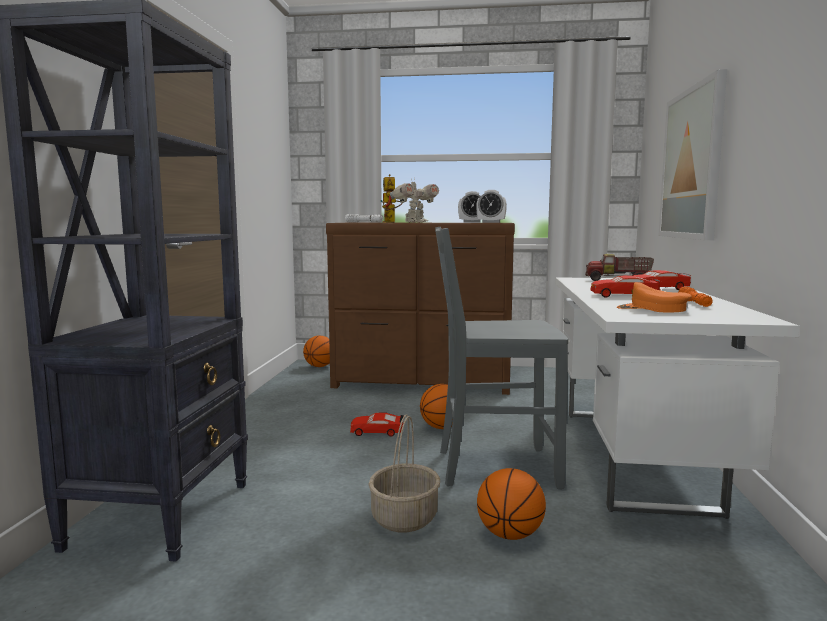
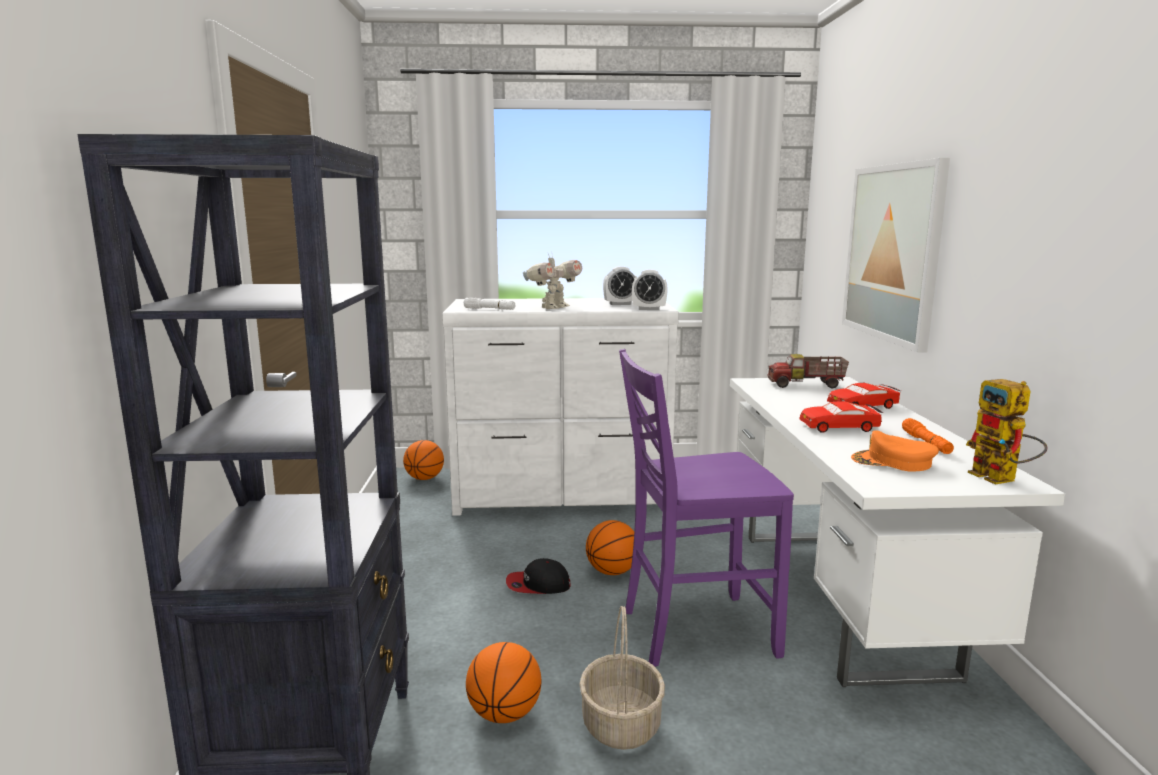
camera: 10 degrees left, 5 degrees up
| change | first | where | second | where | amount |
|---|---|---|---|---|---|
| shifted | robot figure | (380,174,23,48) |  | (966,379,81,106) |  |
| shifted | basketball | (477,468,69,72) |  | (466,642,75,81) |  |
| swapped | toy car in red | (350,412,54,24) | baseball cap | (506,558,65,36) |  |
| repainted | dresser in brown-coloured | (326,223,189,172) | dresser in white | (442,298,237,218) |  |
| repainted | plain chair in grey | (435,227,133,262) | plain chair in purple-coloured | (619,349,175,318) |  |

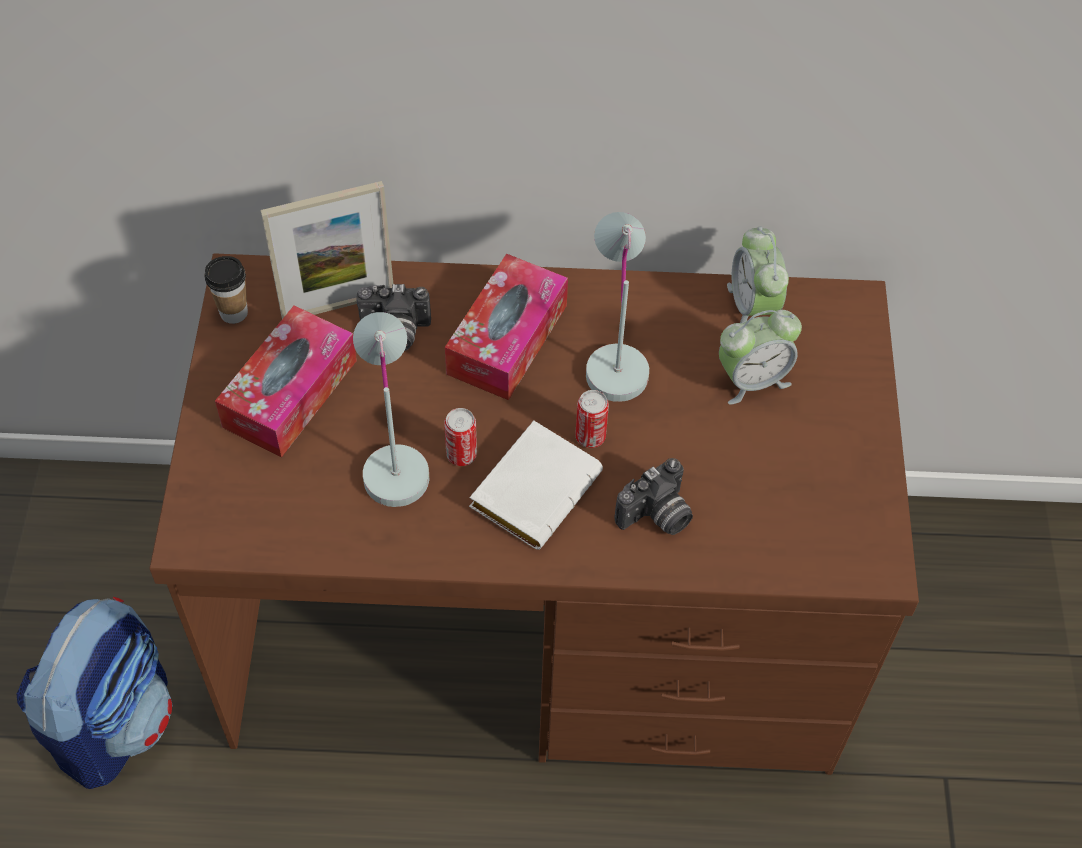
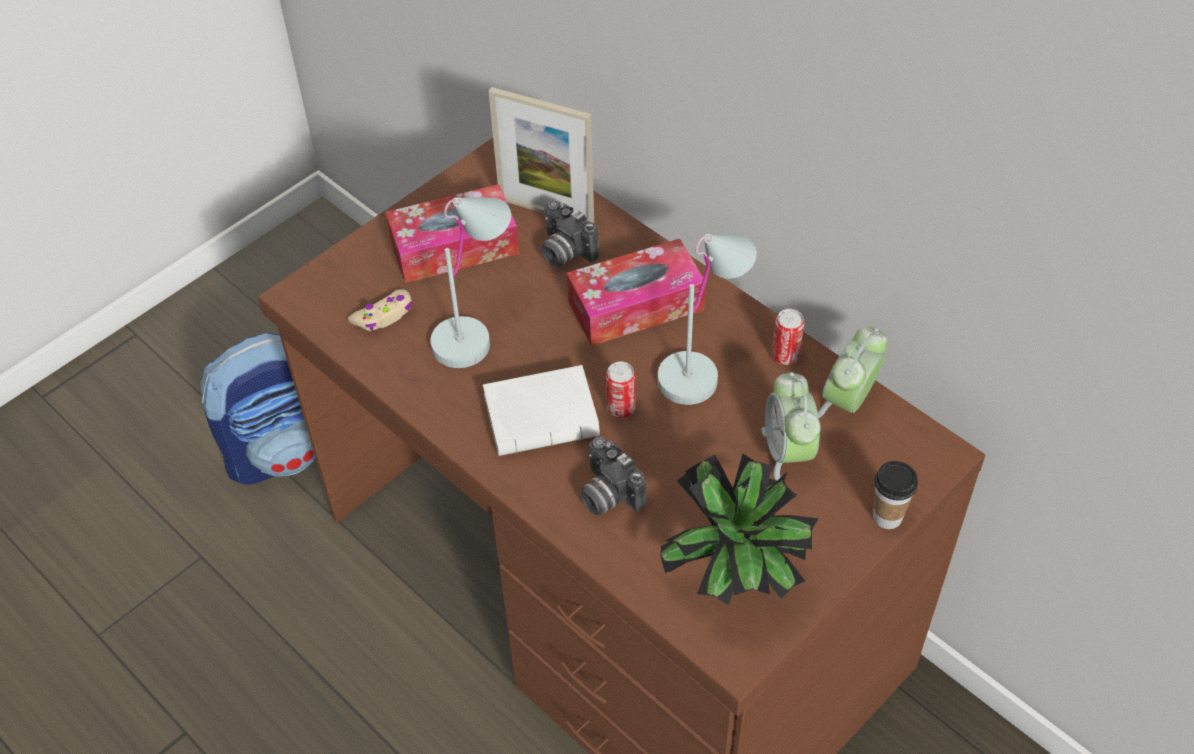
camera: 45 degrees right, 5 degrees down
| change | first | where | second | where | amount |
|---|---|---|---|---|---|
| new |  |  | joypad in beige-coloured | (348,289,64,42) |  |
| new |  |  | plant in a pot | (661,454,158,151) |  |
| shifted | small cup | (204,256,44,68) |  | (873,461,45,68) |  |
| shifted | metal can | (444,408,33,58) |  | (772,309,32,56) |  |
| rotated | still camera | (615,458,78,77) |  | (580,437,66,78) | 45 degrees clockwise |
| rotated | table clock | (719,310,83,95) |  | (762,372,59,109) | 60 degrees clockwise |

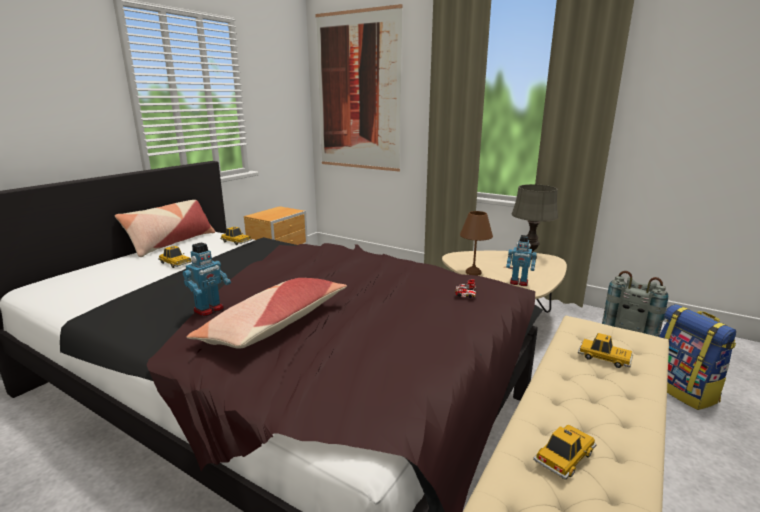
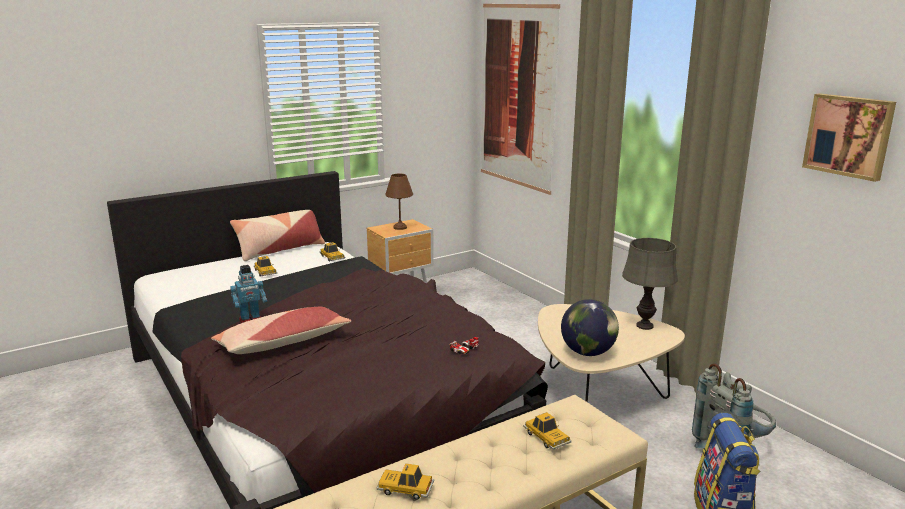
camera: 25 degrees right, 0 degrees up
| change | first | where | second | where | amount |
|---|---|---|---|---|---|
| new |  |  | picture | (802,93,94,89) |  |
| shifted | table lamp in brown-coloured | (460,211,33,65) |  | (385,174,28,56) |  |
| swapped | robot figure | (506,235,31,51) | world globe | (561,299,58,57) |  |
| rotated | toy car | (533,425,64,55) |  | (377,463,57,37) | 150 degrees counterclockwise |

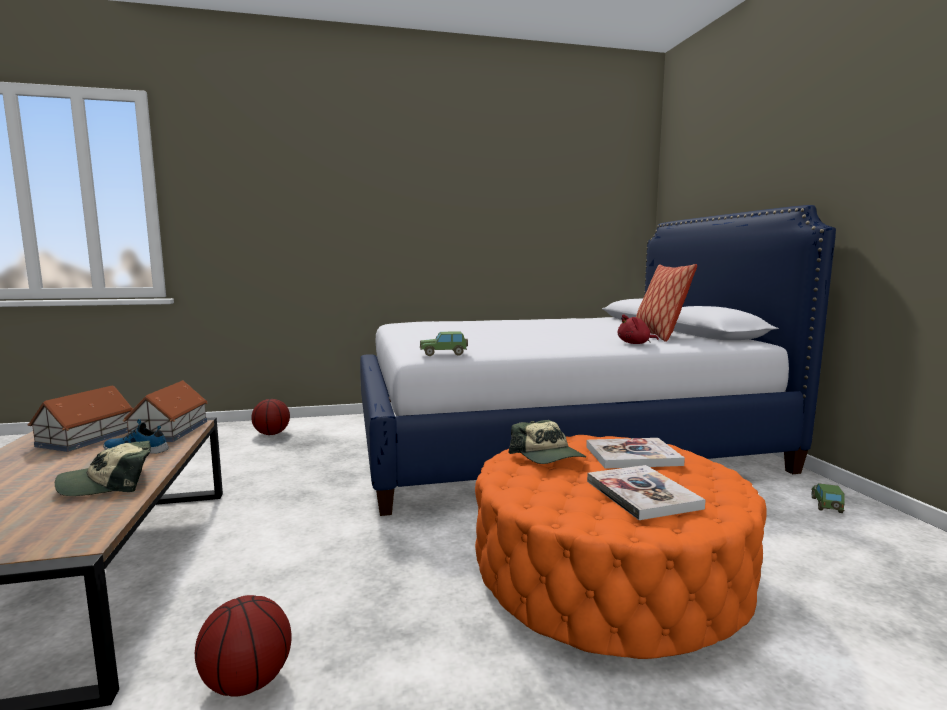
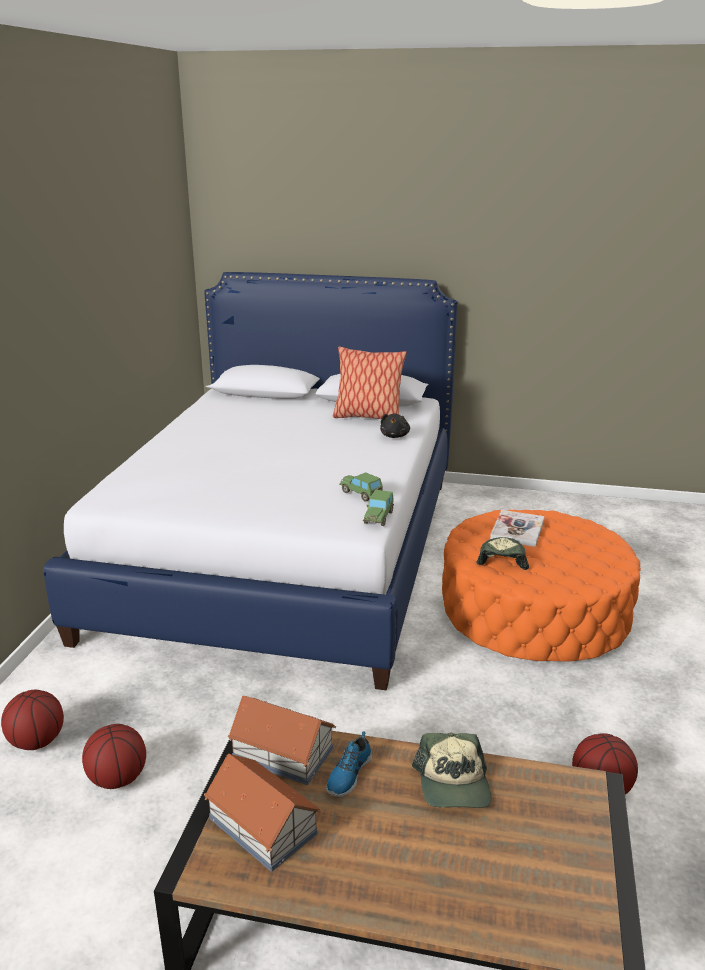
camera: 65 degrees left, 15 degrees up
| change | first | where | second | where | amount |
|---|---|---|---|---|---|
| gone | book | (587,465,119,55) |  |  |  |
| new |  |  | basketball | (82,724,64,65) |  |
| shifted | toy car | (811,483,33,30) |  | (339,472,44,30) |  |
| repainted | soft toy in red | (618,315,41,29) | soft toy in black | (380,414,30,24) |  |
| rotated | baseball cap | (508,420,78,44) |  | (476,537,53,33) | 75 degrees counterclockwise |

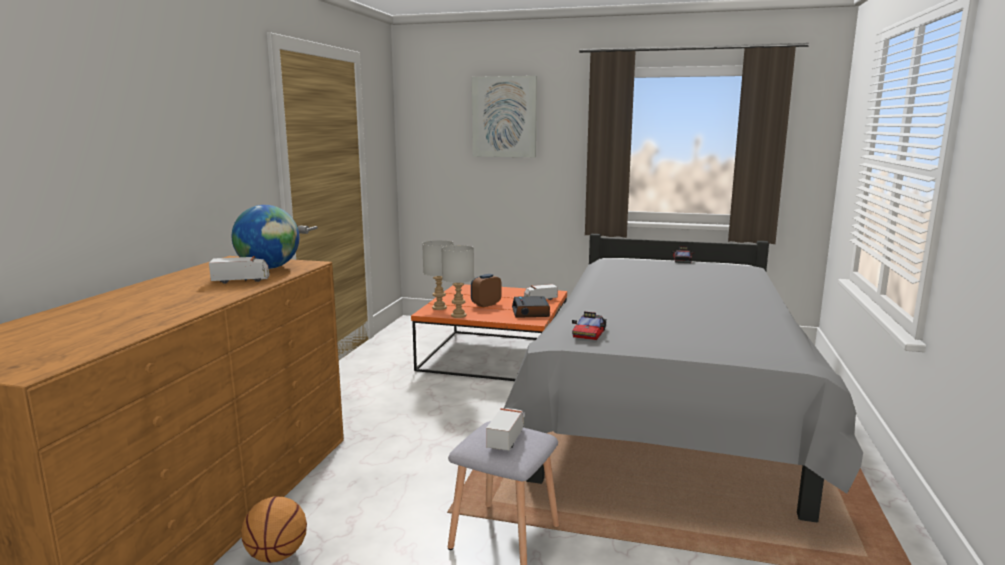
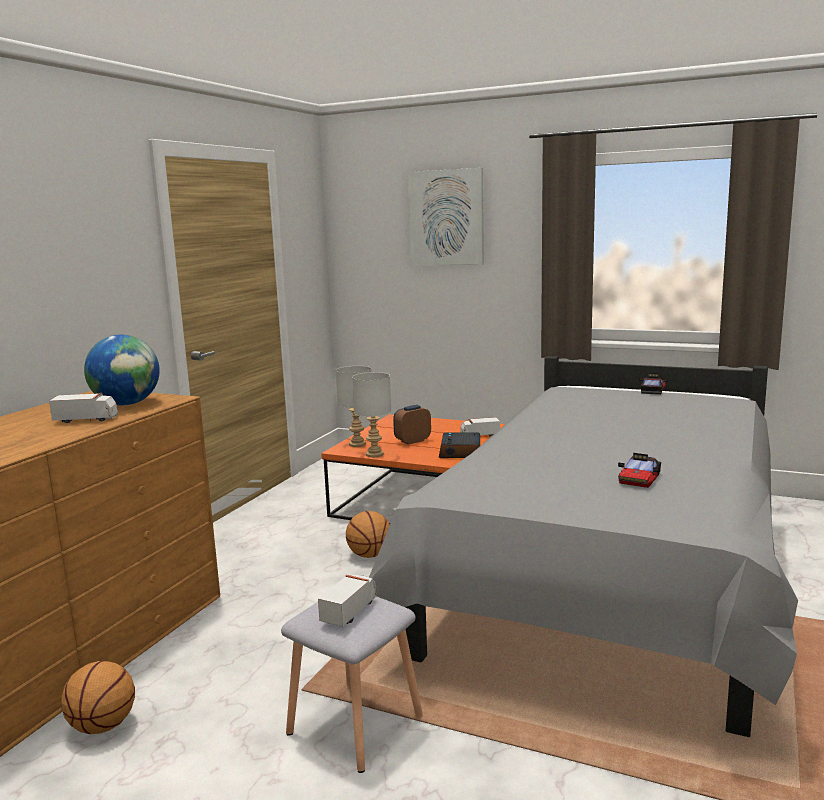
camera: 10 degrees right, 0 degrees up
| change | first | where | second | where | amount |
|---|---|---|---|---|---|
| new |  |  | basketball | (346,511,44,47) |  |
| shifted | toy car | (572,312,34,28) |  | (618,453,43,35) |  |

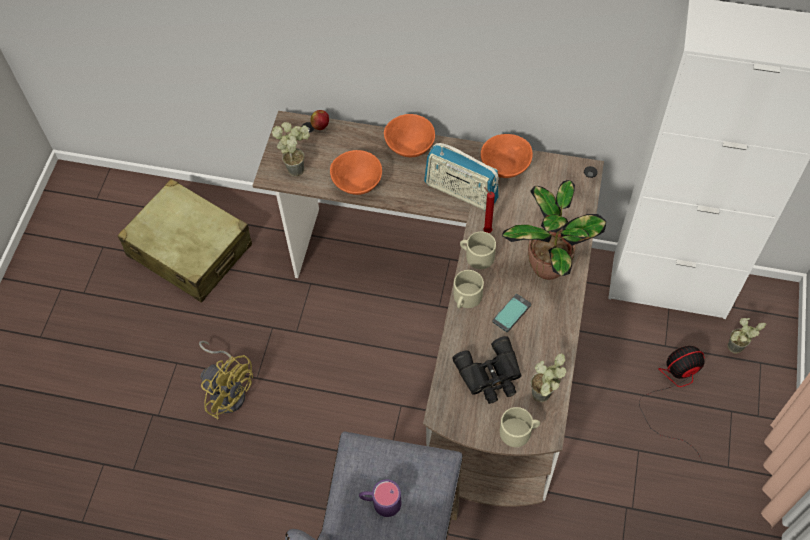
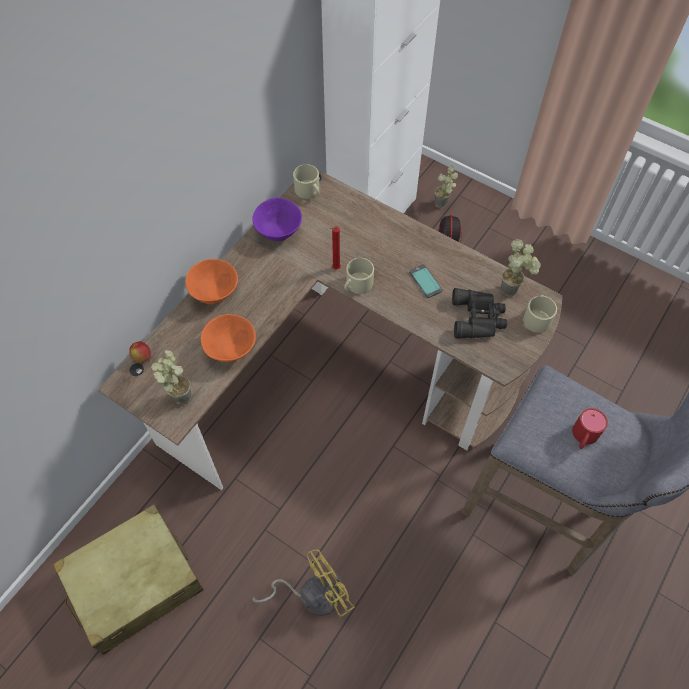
camera: 70 degrees left, 0 degrees up
| change | first | where | second | where | amount |
|---|---|---|---|---|---|
| gone | radio | (424,143,75,68) |  |  |  |
| gone | plant in a pot | (502,180,104,100) |  |  |  |
| shifted | coffee mug in beige-coloured | (453,270,31,38) |  | (293,164,27,35) |  |
| repainted | coffee mug in purple-coloured | (359,479,42,38) | coffee mug in red | (572,408,36,41) |  |
| repainted | deep dish in orangey | (481,134,52,44) | deep dish in purple-coloured | (252,198,50,43) |  |

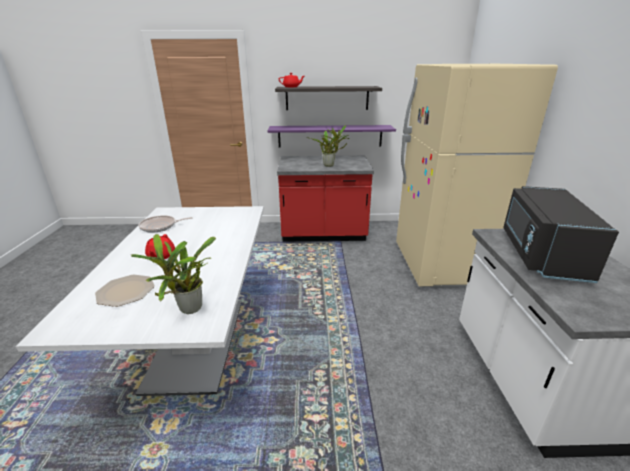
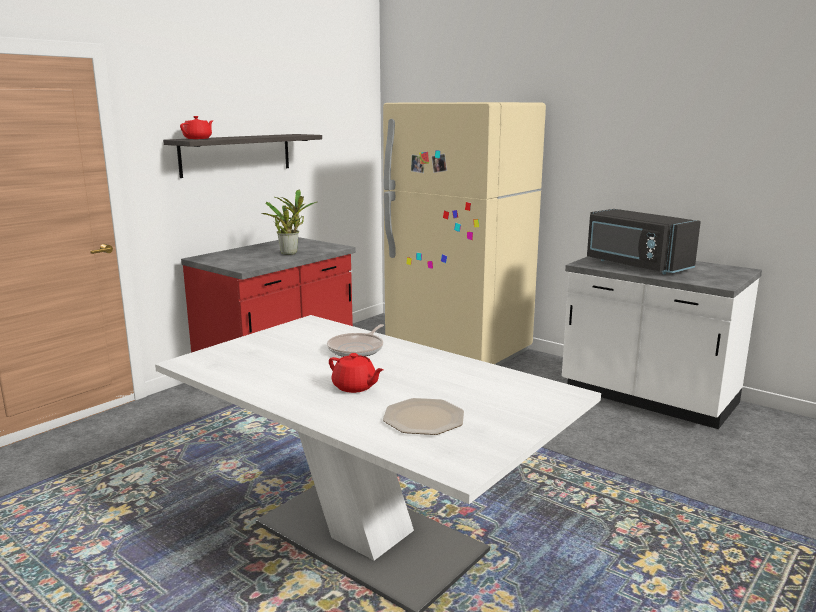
camera: 50 degrees left, 10 degrees down
| change | first | where | second | where | amount |
|---|---|---|---|---|---|
| gone | plant in a pot | (131,234,85,80) |  |  |  |
| gone | shelf in purple-coloured | (267,125,129,23) |  |  |  |
| shifted | skillet | (138,215,55,18) |  | (327,324,57,33) |  |

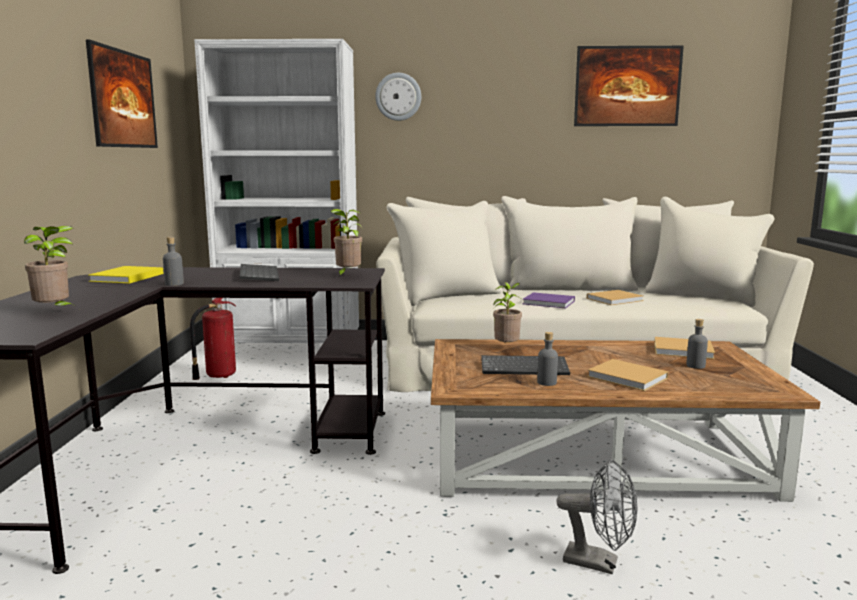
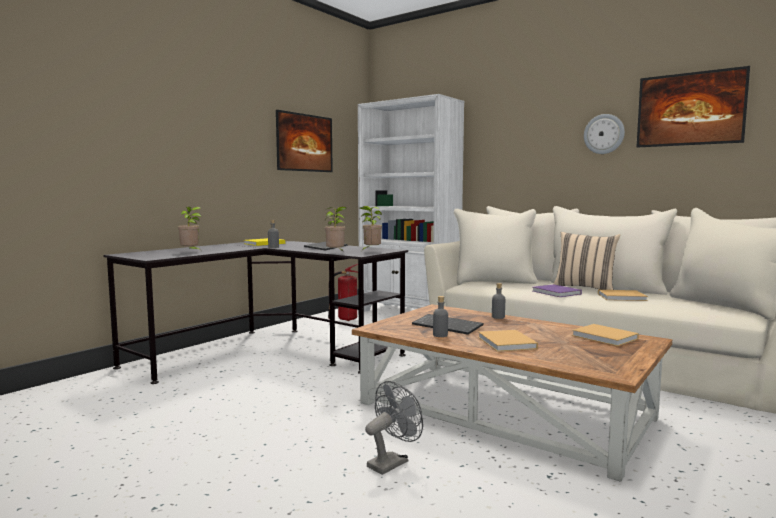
camera: 35 degrees right, 5 degrees down
| change | first | where | second | where | amount |
|---|---|---|---|---|---|
| new |  |  | throw pillow in beige-coloured | (553,232,68,58) |  |
| shifted | wall clock | (375,73,46,48) |  | (584,114,41,40) |  |
| shifted | plant in a pot | (493,282,30,61) |  | (325,207,22,45) |  |
| shifted | drink bottle in grey | (686,319,22,50) |  | (492,283,13,36) |  |
| rotated | electric fan in grey | (556,459,81,116) |  | (365,381,58,94) | 105 degrees counterclockwise |

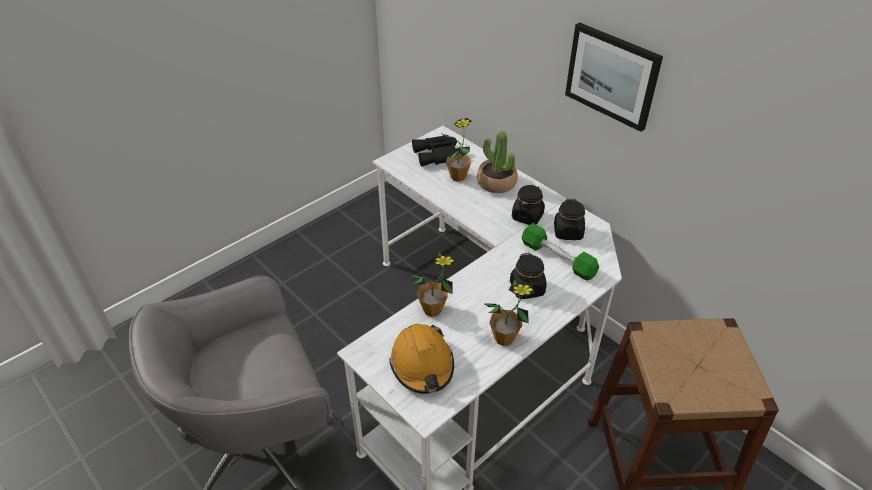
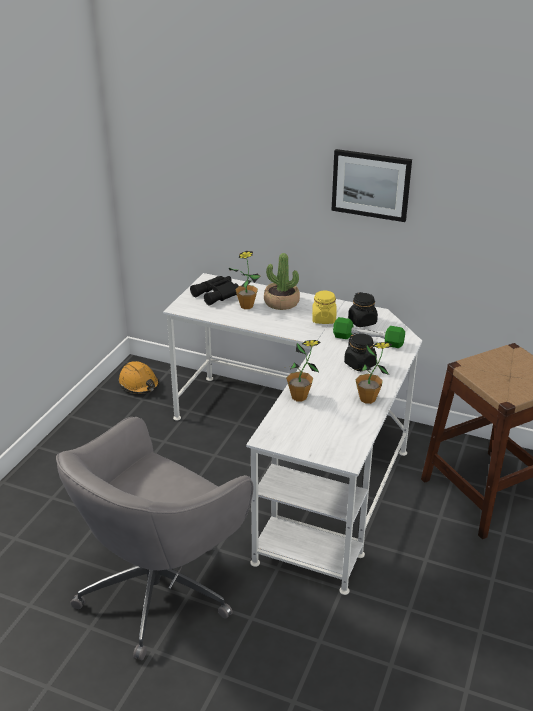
camera: 25 degrees left, 10 degrees down
| change | first | where | second | where | amount |
|---|---|---|---|---|---|
| shifted | work helmet in orangey | (389,324,65,70) |  | (119,361,40,33) |  |
| repainted | preserve jar in black | (512,185,33,40) | preserve jar in yellow | (312,291,25,33) |  |

